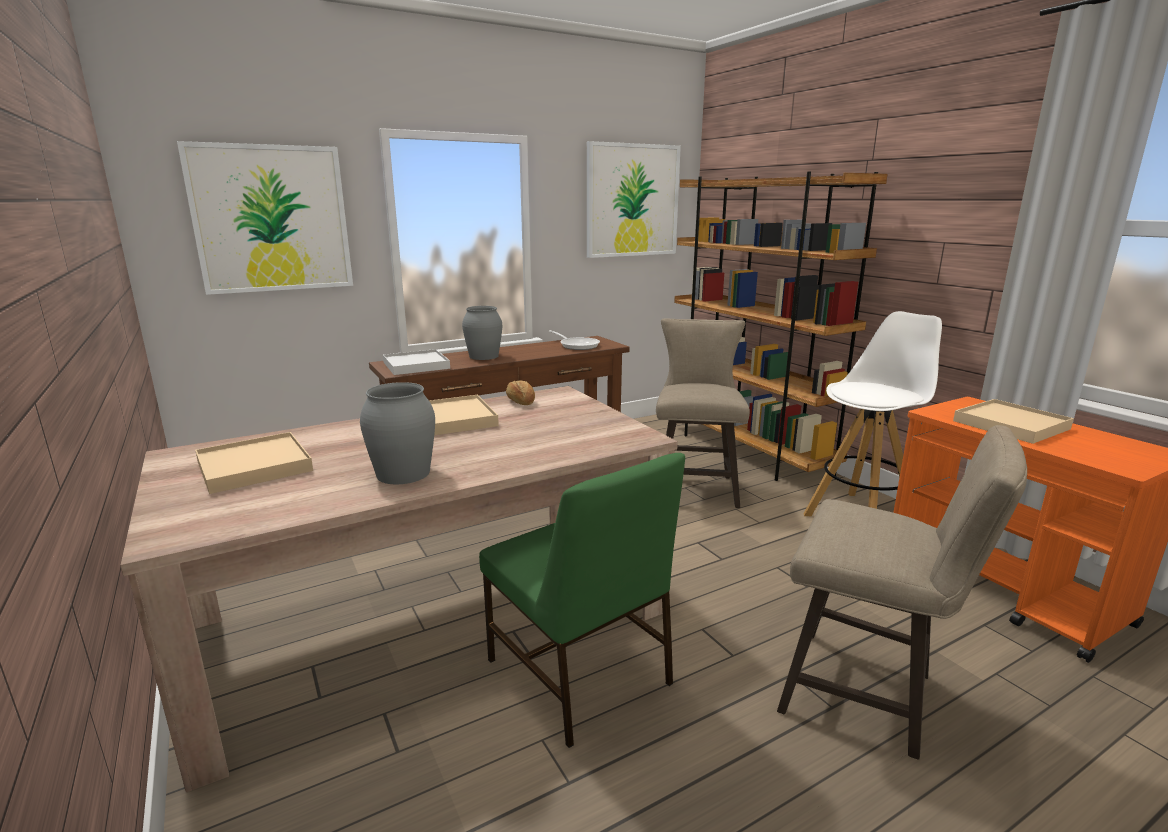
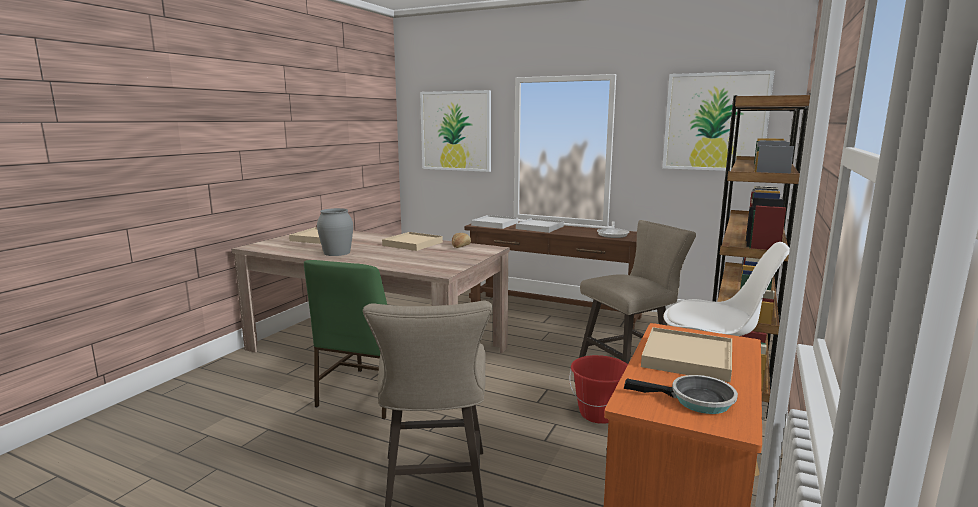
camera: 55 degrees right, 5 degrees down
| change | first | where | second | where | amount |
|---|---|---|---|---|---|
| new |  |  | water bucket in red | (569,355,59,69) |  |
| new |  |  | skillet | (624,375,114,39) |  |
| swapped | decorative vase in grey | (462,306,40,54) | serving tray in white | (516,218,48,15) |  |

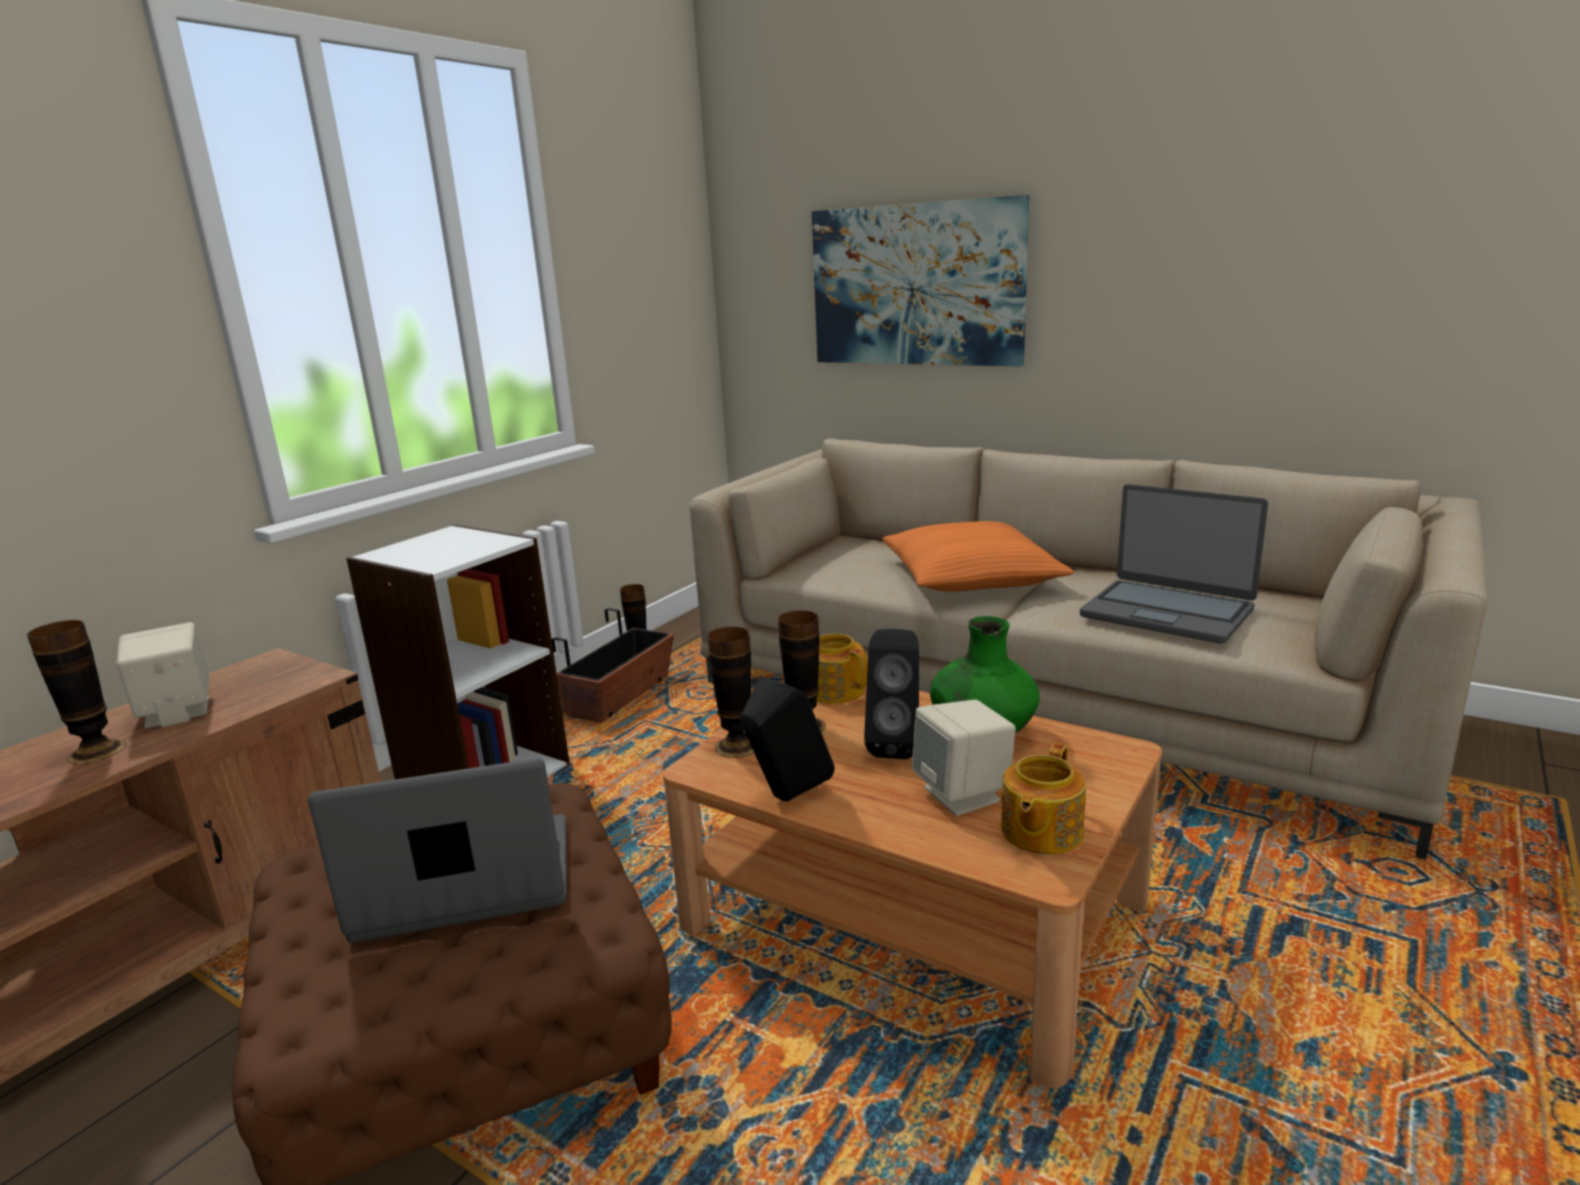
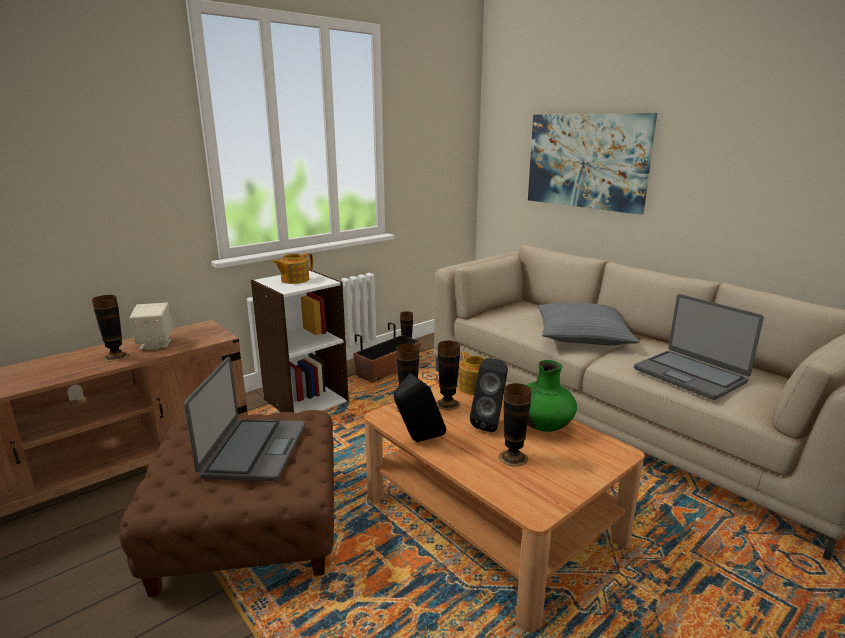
camera: 15 degrees right, 0 degrees up
| change | first | where | second | where | amount |
|---|---|---|---|---|---|
| shifted | tea pot | (1001,743,85,112) |  | (273,253,40,31) |  |
| swapped | speaker in beige-coloured | (912,699,104,117) | decorative vase | (499,383,33,84) |  |
| repainted | throw pillow in orangey | (883,521,191,71) | throw pillow in grey | (538,302,101,44) |  |
| rotated | portable computer | (308,758,259,185) |  | (184,357,121,124) | 90 degrees clockwise |

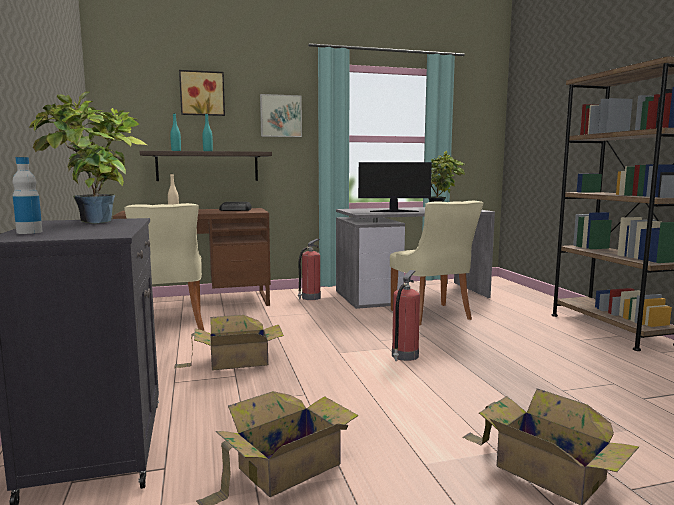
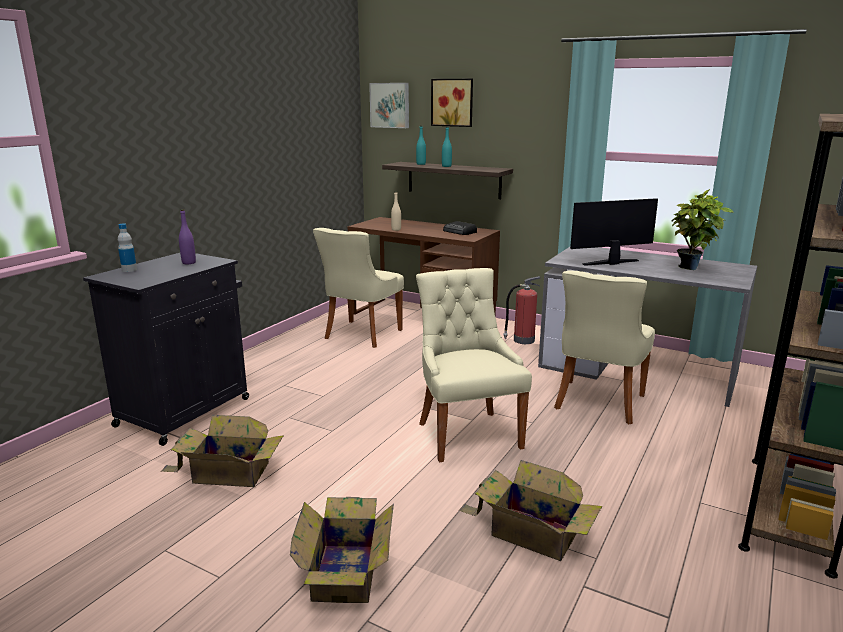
camera: 45 degrees right, 10 degrees up
| change | first | where | second | where | amount |
|---|---|---|---|---|---|
| shifted | packing box | (175,315,109,56) |  | (459,460,143,101) |  |
| shifted | picture | (260,94,42,43) |  | (369,83,40,45) |  |
| swapped | plant in a pot | (29,92,118,132) | drink bottle in purple-coloured | (179,209,17,55) |  |
| swapped | fire-fighting cylinder | (392,270,28,91) | plain chair in beige-coloured | (416,268,116,194) |  |
| rotated | computer display | (358,162,74,50) |  | (570,198,88,68) | 120 degrees clockwise |

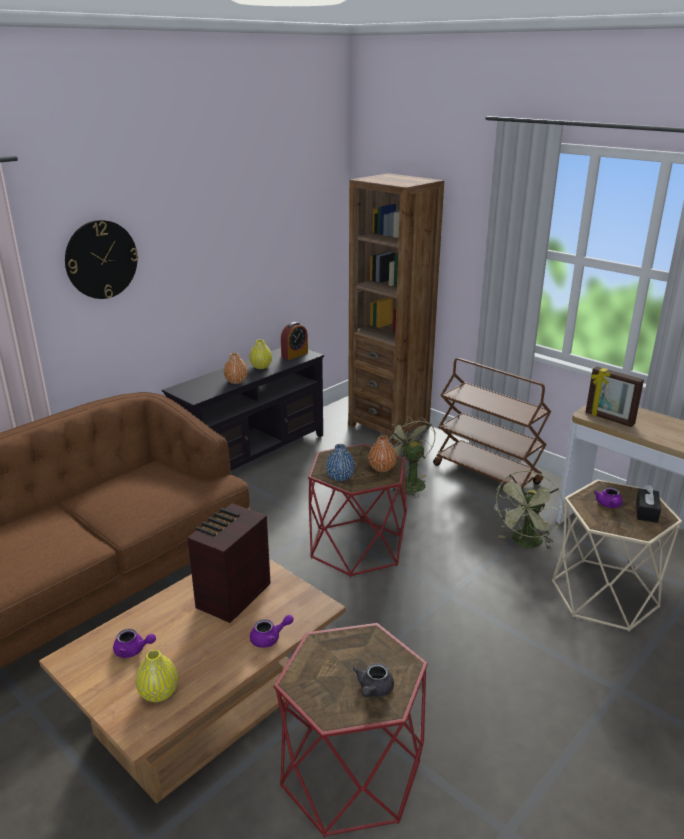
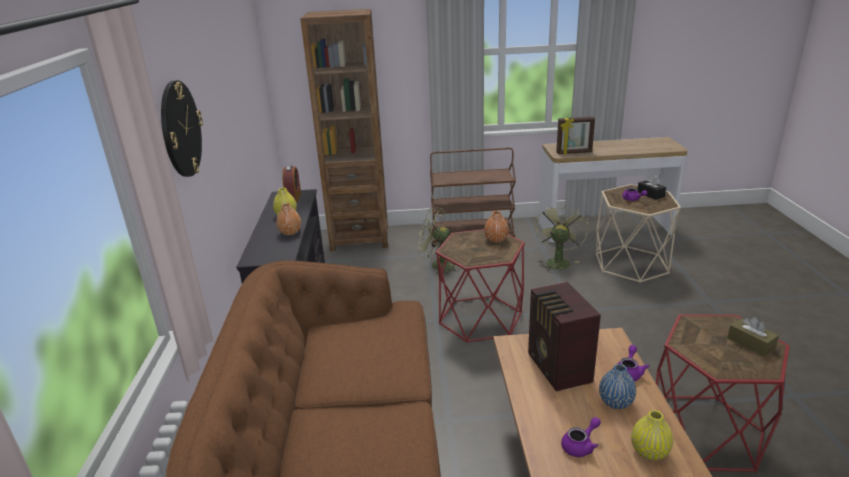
camera: 45 degrees left, 0 degrees up
| change | first | where | second | where | amount |
|---|---|---|---|---|---|
| shifted | decorative vase in blue | (326,444,29,37) |  | (599,364,37,45) |  |
| swapped | tea pot in grey | (353,663,41,34) | tissue holder in brown-coloured | (727,317,52,40) |  |
| rotated | electric fan in greenish | (493,471,71,79) |  | (535,205,53,67) | 150 degrees counterclockwise |

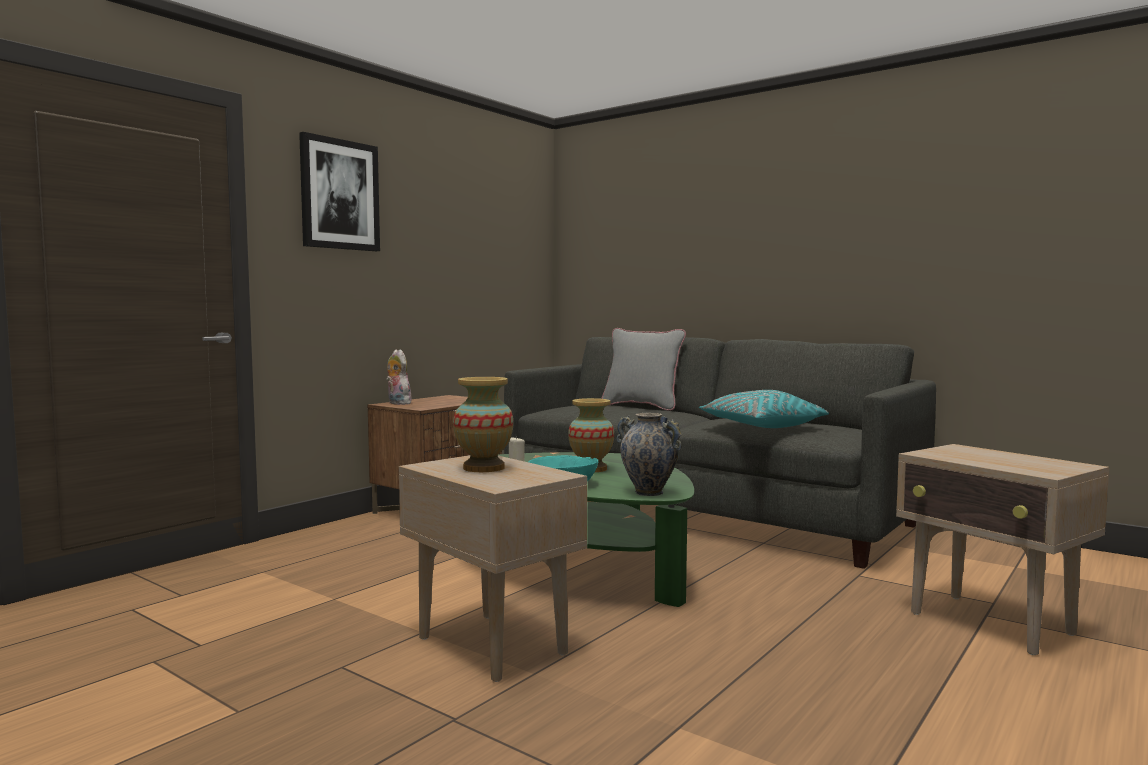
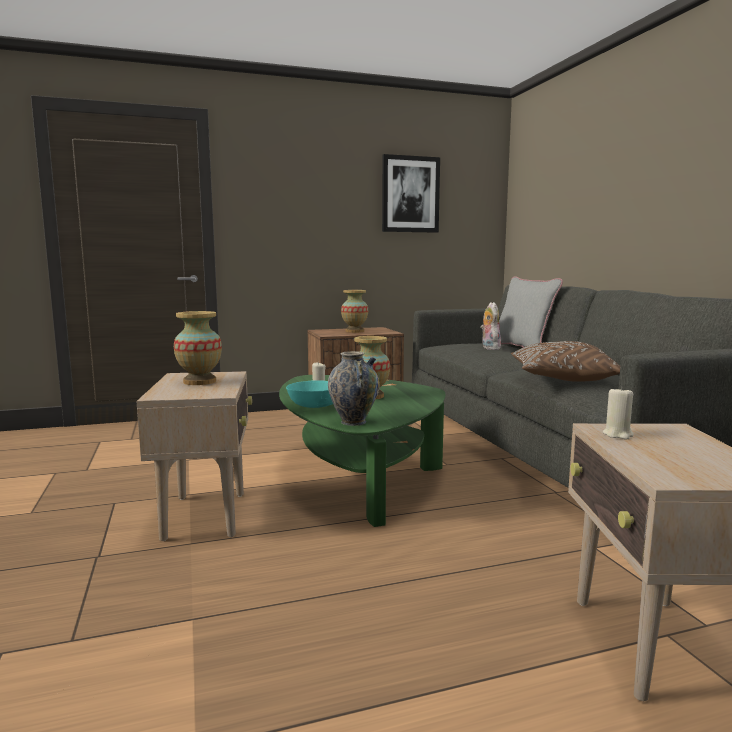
camera: 35 degrees right, 5 degrees up
| change | first | where | second | where | amount |
|---|---|---|---|---|---|
| new |  |  | decorative vase | (341,290,27,43) |  |
| new |  |  | wax candle in beige-coloured | (603,386,31,54) |  |
| shifted | picture | (299,132,81,119) |  | (382,154,58,79) |  |
| shifted | soft toy | (386,349,25,56) |  | (480,302,21,48) |  |
| repainted | throw pillow in turquoise-coloured | (699,390,130,38) | throw pillow in brown-coloured | (511,341,109,41) |  |

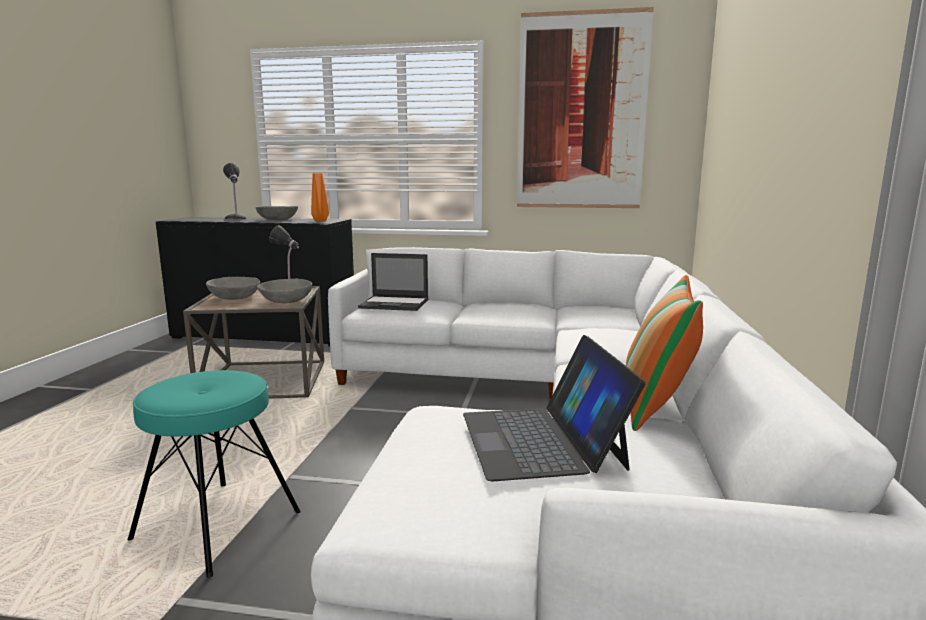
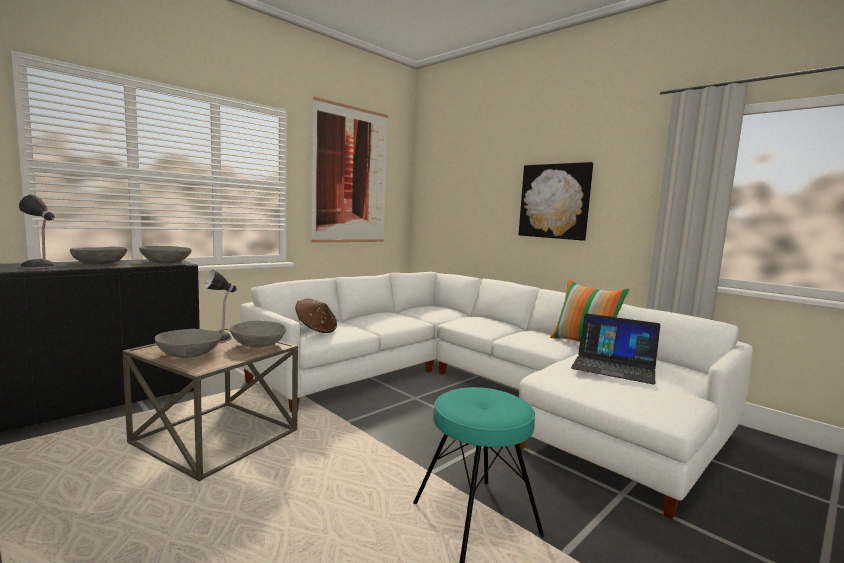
camera: 55 degrees left, 5 degrees down
| change | first | where | second | where | amount |
|---|---|---|---|---|---|
| new |  |  | picture | (519,162,74,79) |  |
| swapped | decorative vase in orangey | (311,173,18,48) | deep dish in grey | (139,246,52,17) |  |
| swapped | portable computer | (358,253,70,58) | wearable hat in brown-coloured | (295,299,42,34) |  |

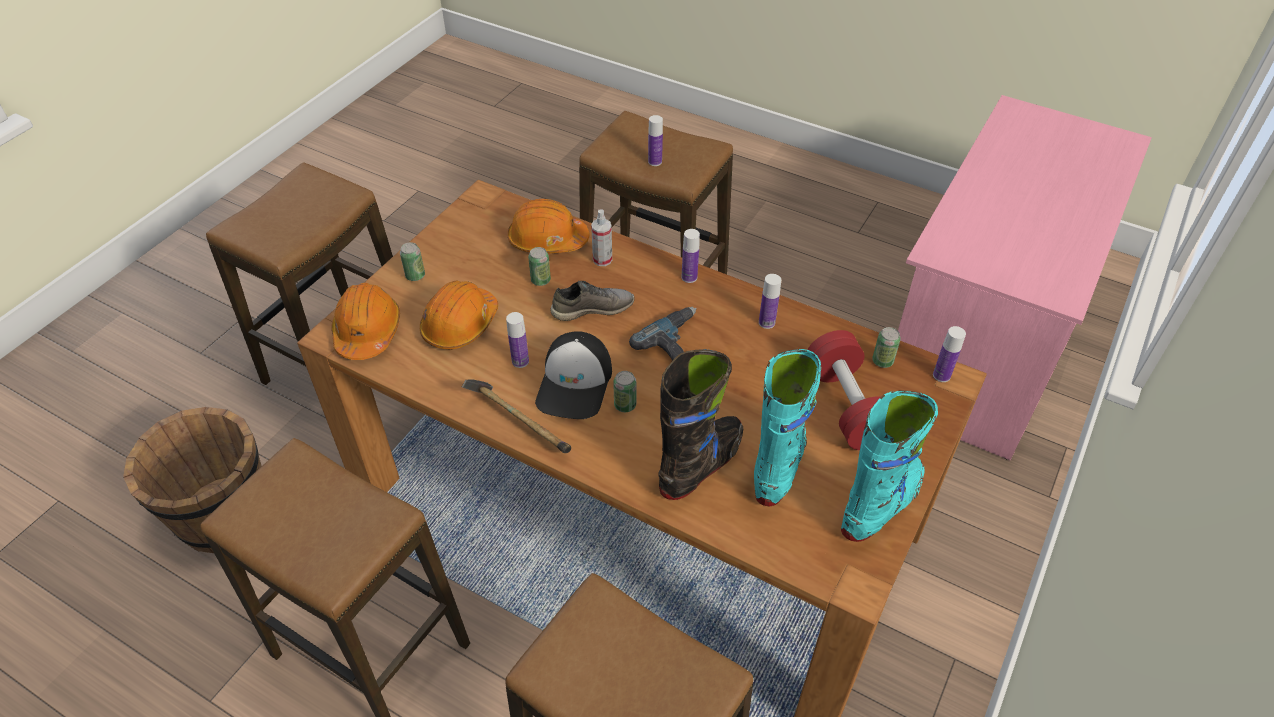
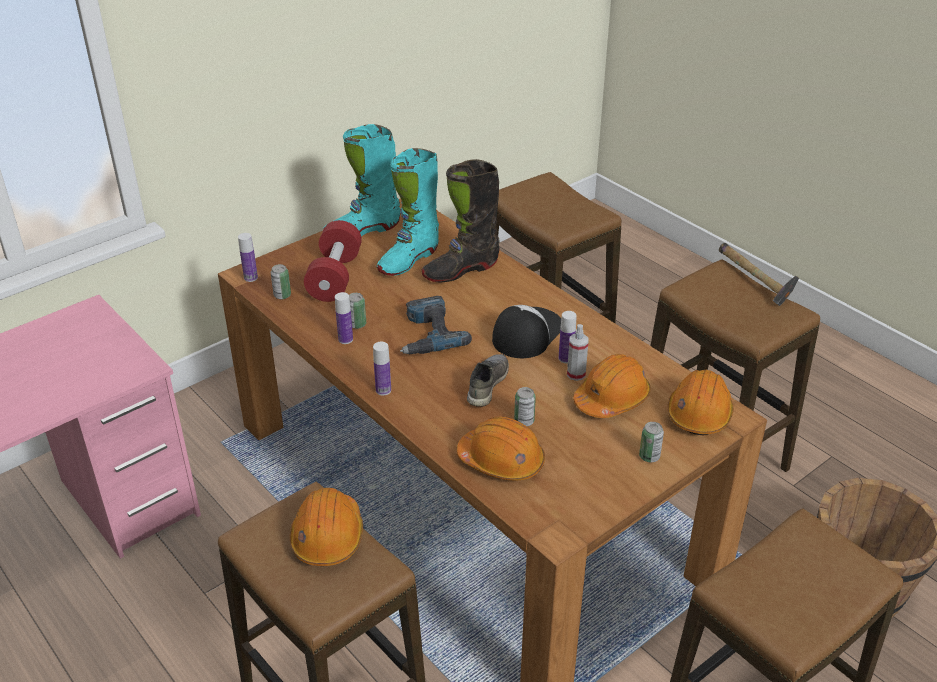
camera: 160 degrees left, 10 degrees down
| change | first | where | second | where | amount |
|---|---|---|---|---|---|
| shifted | hand hammer | (462,379,109,74) |  | (719,243,80,63) |  |
| shifted | sprayer | (591,209,21,57) |  | (567,324,22,57) |  |
| shifted | metal can | (613,371,23,41) |  | (349,293,17,36) |  |
| swapped | drink bottle | (648,115,15,51) | work helmet in orangey | (290,488,73,78) |  |
| rotated | low shoe in grey | (550,281,85,40) |  | (467,354,42,53) | 105 degrees clockwise |

